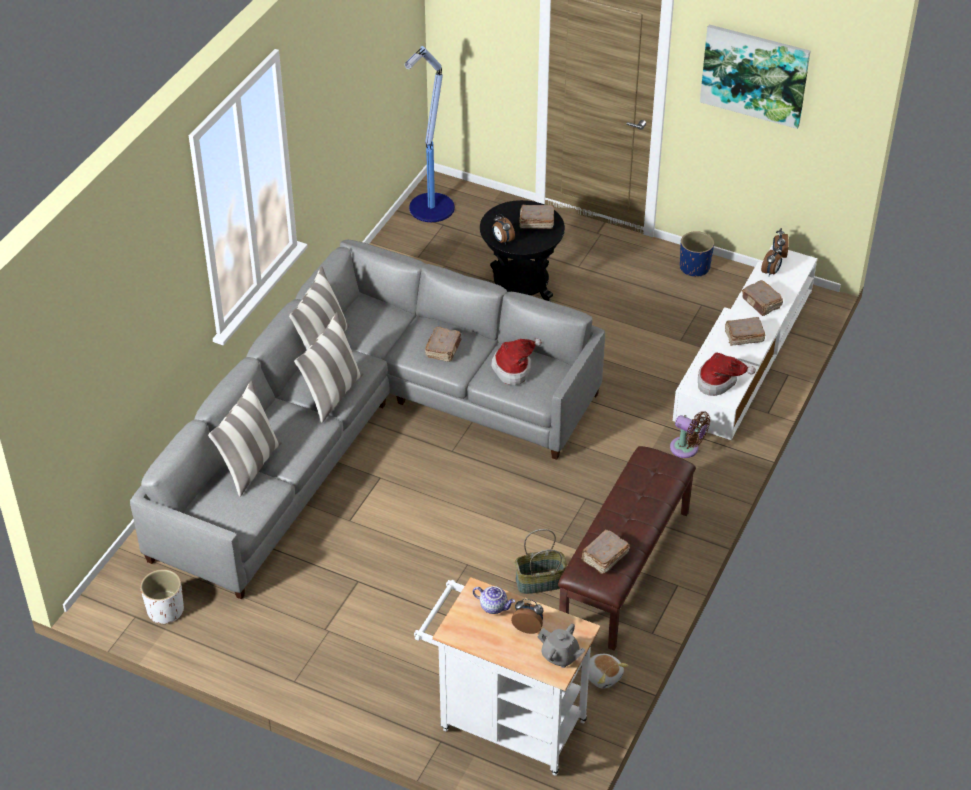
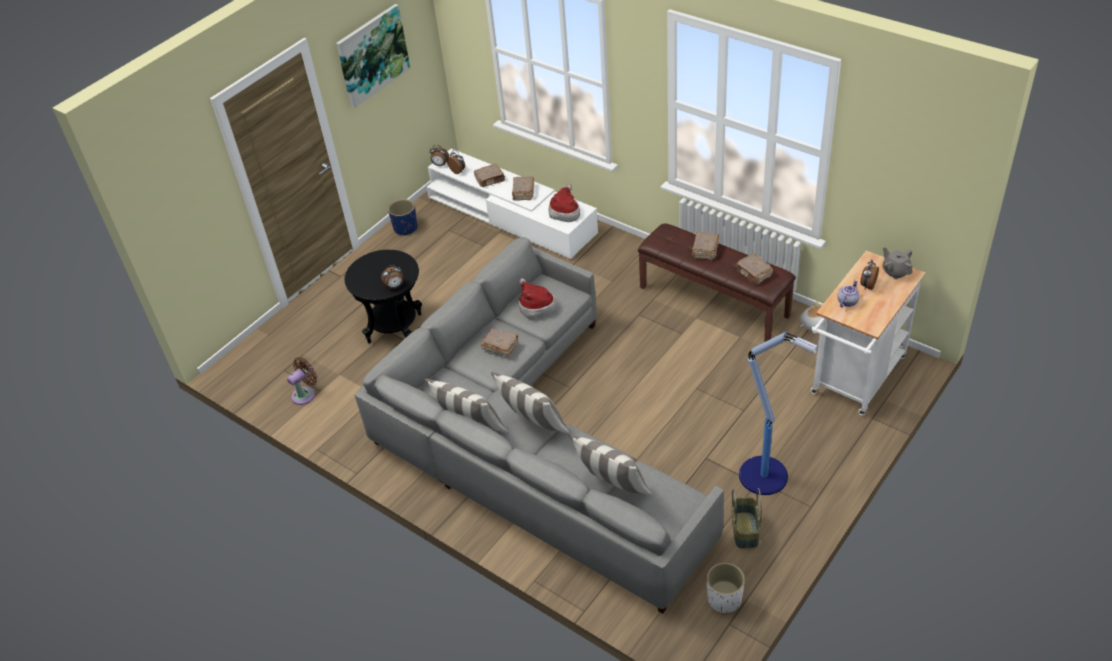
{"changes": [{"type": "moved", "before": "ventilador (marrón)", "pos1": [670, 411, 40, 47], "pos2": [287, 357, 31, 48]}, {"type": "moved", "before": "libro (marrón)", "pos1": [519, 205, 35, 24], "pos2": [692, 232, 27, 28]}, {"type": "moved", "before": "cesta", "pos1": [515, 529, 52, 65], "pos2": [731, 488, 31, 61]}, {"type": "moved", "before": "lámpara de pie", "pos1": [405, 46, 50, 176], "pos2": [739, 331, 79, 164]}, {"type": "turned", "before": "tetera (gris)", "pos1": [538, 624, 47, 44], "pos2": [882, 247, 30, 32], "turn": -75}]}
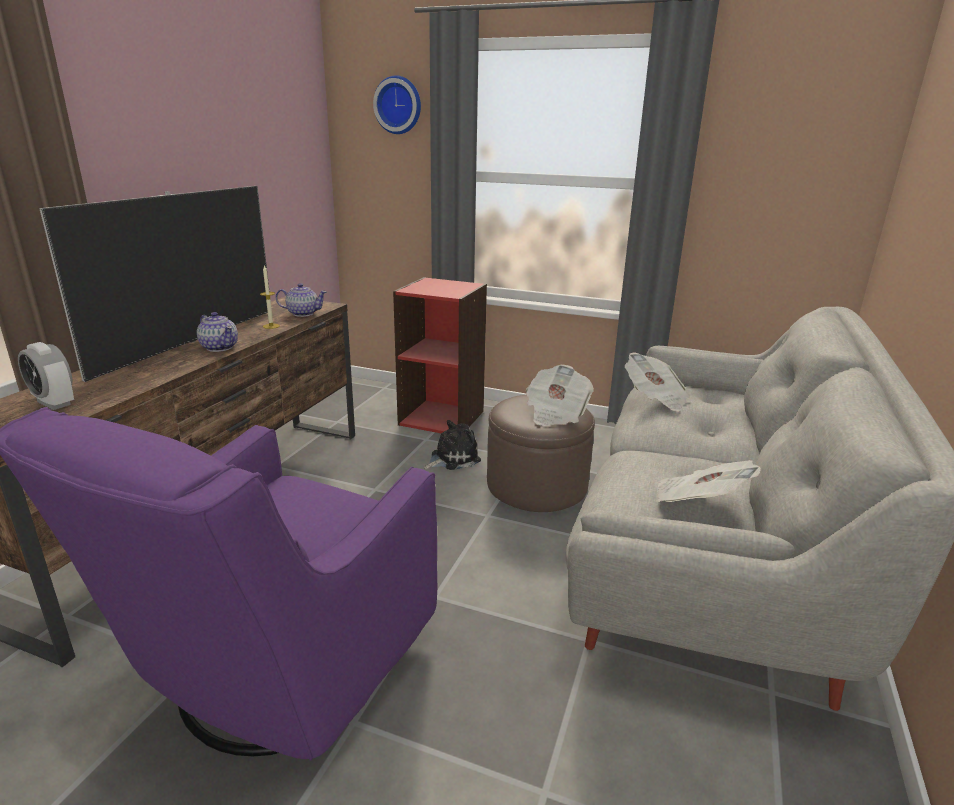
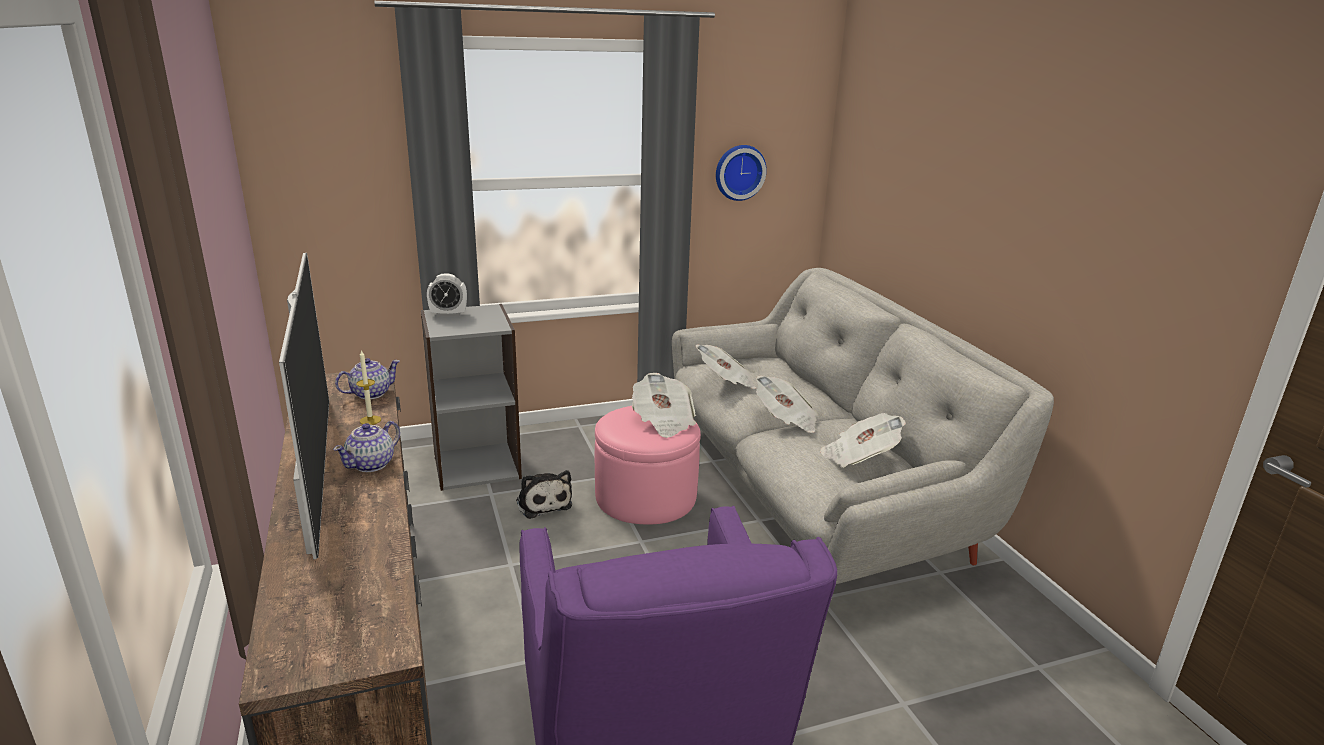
{"changes": [{"type": "turned", "before": "tetera", "pos1": [197, 312, 41, 40], "pos2": [333, 421, 67, 51], "turn": 120}, {"type": "recoloured", "before": "estantería (rojo)", "after": "estantería (gris)", "pos1": [393, 277, 94, 157], "pos2": [421, 304, 101, 187]}, {"type": "moved", "before": "despertador", "pos1": [18, 342, 56, 68], "pos2": [427, 274, 40, 43]}, {"type": "turned", "before": "peluche", "pos1": [424, 420, 57, 50], "pos2": [516, 470, 56, 49], "turn": 135}, {"type": "recoloured", "before": "puf (marrón)", "after": "puf (rosa)", "pos1": [487, 395, 108, 117], "pos2": [595, 406, 106, 118]}, {"type": "moved", "before": "reloj de pared", "pos1": [373, 75, 48, 59], "pos2": [716, 145, 51, 56]}, {"type": "added", "after": "periódico", "pos2": [756, 375, 61, 58]}]}
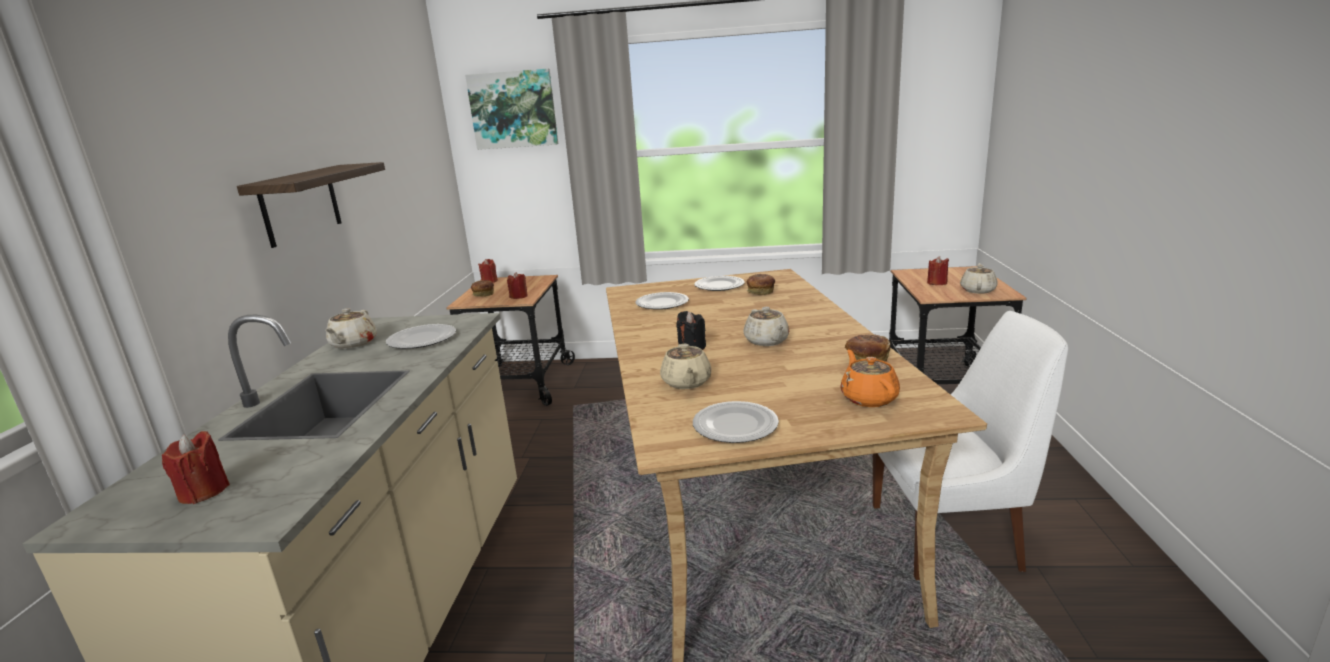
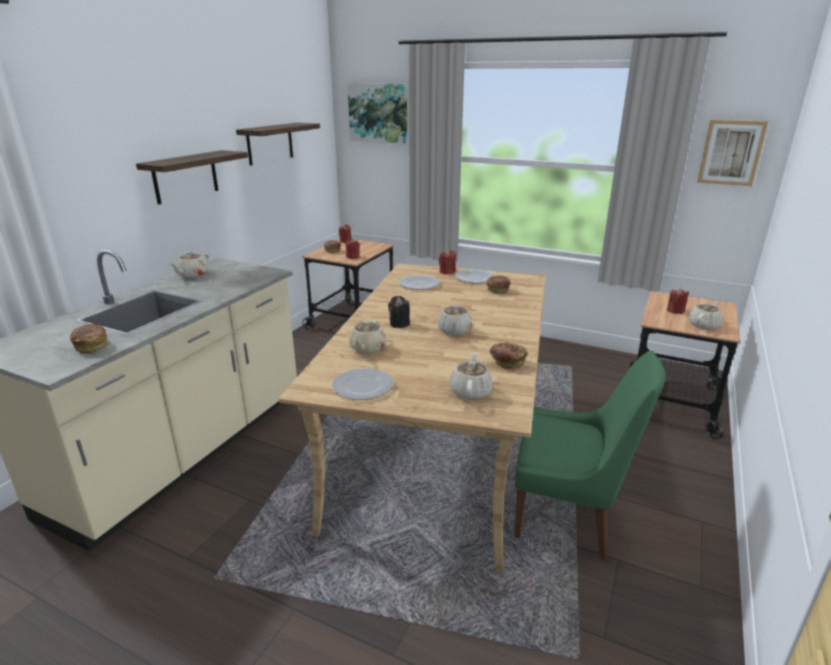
{"changes": [{"type": "added", "after": "pan", "pos2": [70, 324, 39, 29]}, {"type": "added", "after": "estante", "pos2": [236, 123, 84, 43]}, {"type": "moved", "before": "vela (rojo)", "pos1": [162, 431, 68, 73], "pos2": [439, 249, 17, 25]}, {"type": "recoloured", "before": "tetera (naranja)", "after": "tetera (beis)", "pos1": [840, 350, 60, 57], "pos2": [449, 352, 44, 48]}, {"type": "recoloured", "before": "silla (blanco)", "after": "silla (verde)", "pos1": [873, 311, 195, 269], "pos2": [514, 350, 151, 211]}, {"type": "added", "after": "cuadro", "pos2": [697, 120, 71, 66]}, {"type": "removed", "before": "plato", "pos1": [386, 324, 70, 25]}]}
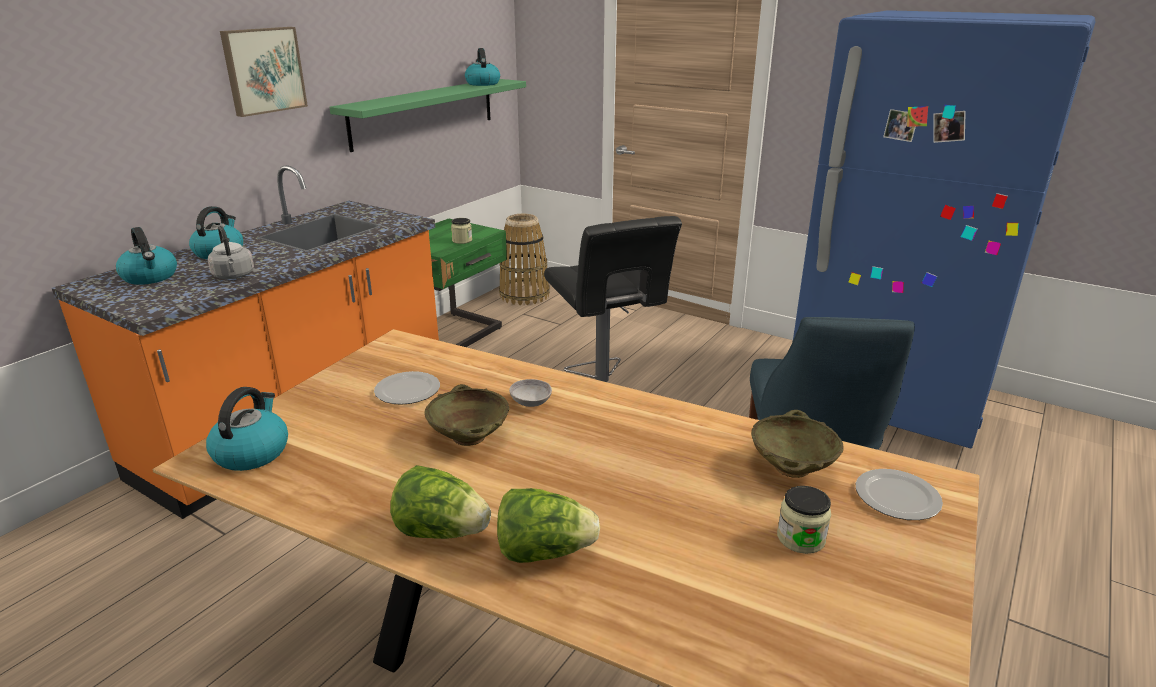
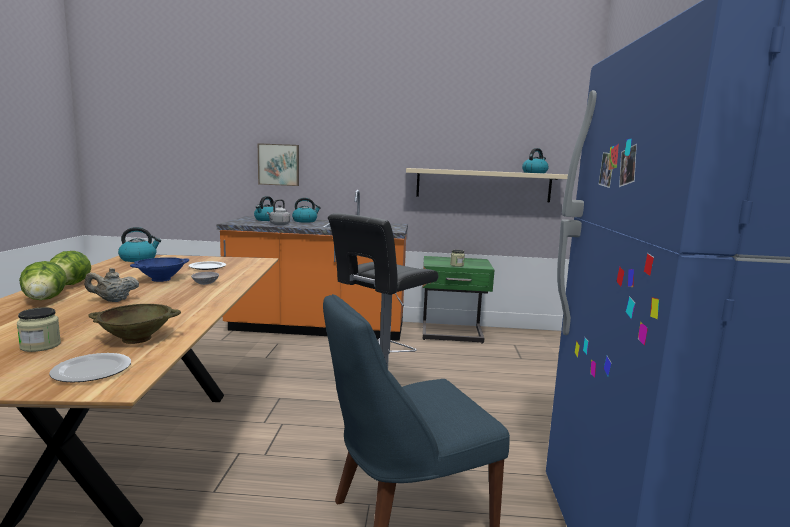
{"changes": [{"type": "added", "after": "tetera (beis)", "pos2": [84, 268, 55, 34]}, {"type": "recoloured", "before": "cuenco (beis)", "after": "cuenco (azul)", "pos1": [424, 384, 85, 62], "pos2": [130, 257, 59, 25]}, {"type": "moved", "before": "cuadro", "pos1": [220, 27, 88, 90], "pos2": [258, 143, 41, 43]}, {"type": "recoloured", "before": "estante (verde)", "after": "estante (beis)", "pos1": [329, 79, 197, 73], "pos2": [406, 168, 162, 34]}, {"type": "removed", "before": "cesta", "pos1": [499, 214, 51, 91]}]}
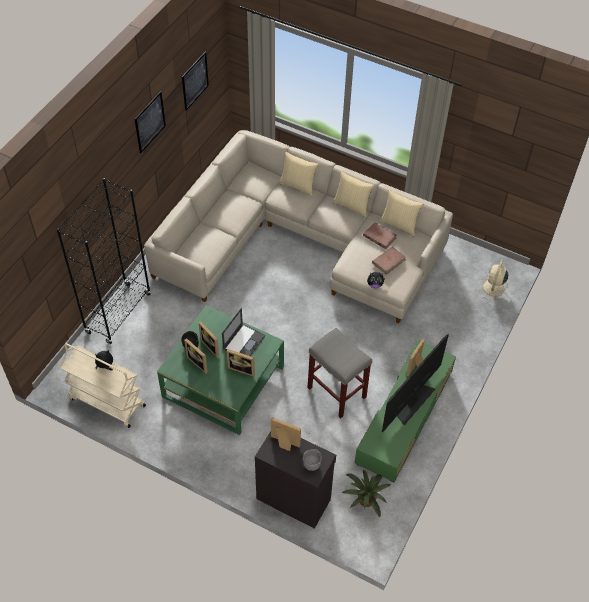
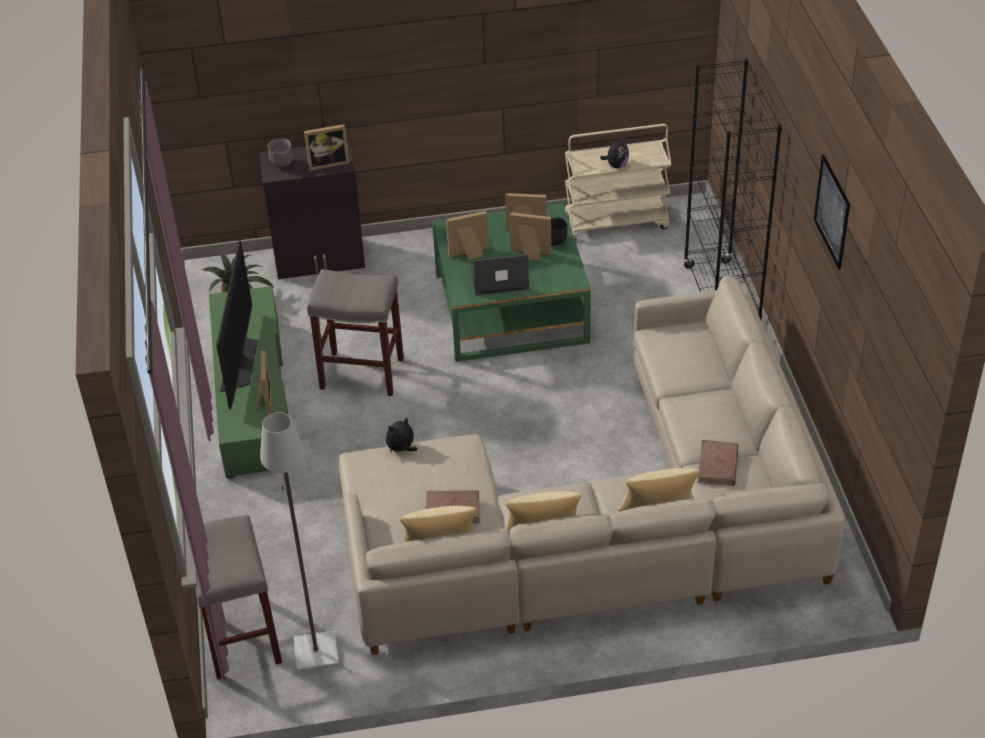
{"changes": [{"type": "replaced", "before": "ventilador (beis)", "after": "taburete (gris)", "pos1": [478, 259, 31, 42], "pos2": [195, 515, 87, 164]}, {"type": "added", "after": "lámpara de pie (gris)", "pos2": [260, 412, 79, 261]}, {"type": "turned", "before": "portátil", "pos1": [222, 308, 43, 48], "pos2": [470, 254, 59, 41], "turn": 90}, {"type": "moved", "before": "libro (marrón)", "pos1": [372, 246, 34, 29], "pos2": [697, 440, 41, 46]}, {"type": "removed", "before": "cuadro", "pos1": [182, 51, 27, 60]}]}
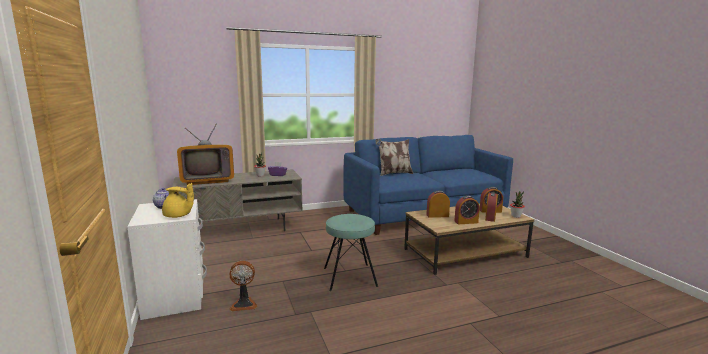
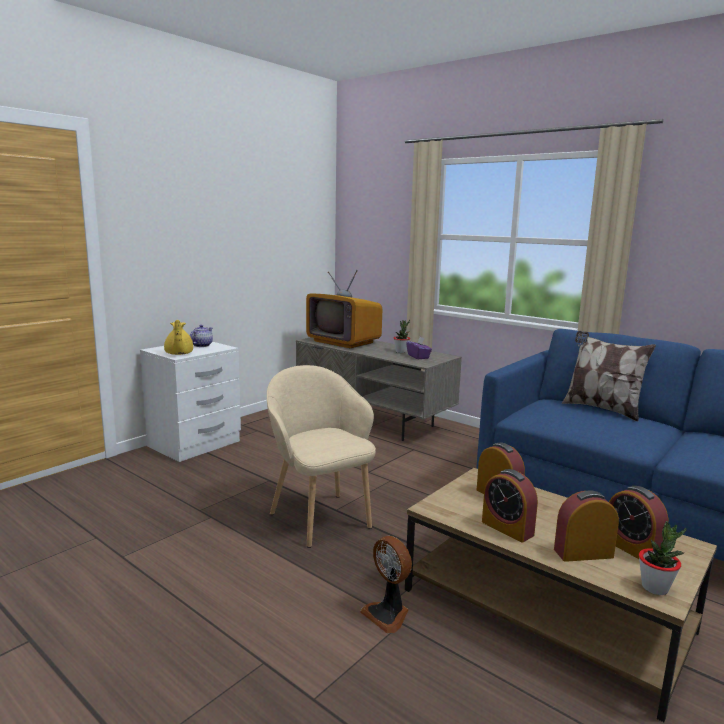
{"changes": [{"type": "replaced", "before": "taburete (turquesa)", "after": "sillón (beis)", "pos1": [324, 214, 54, 77], "pos2": [267, 365, 109, 183]}, {"type": "moved", "before": "ventilador", "pos1": [230, 261, 27, 50], "pos2": [360, 536, 52, 97]}]}
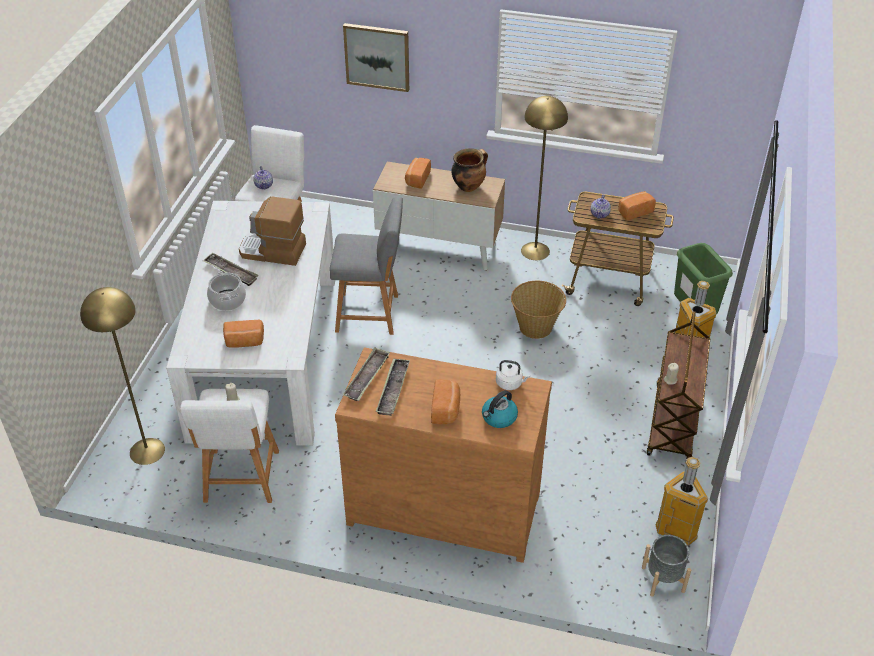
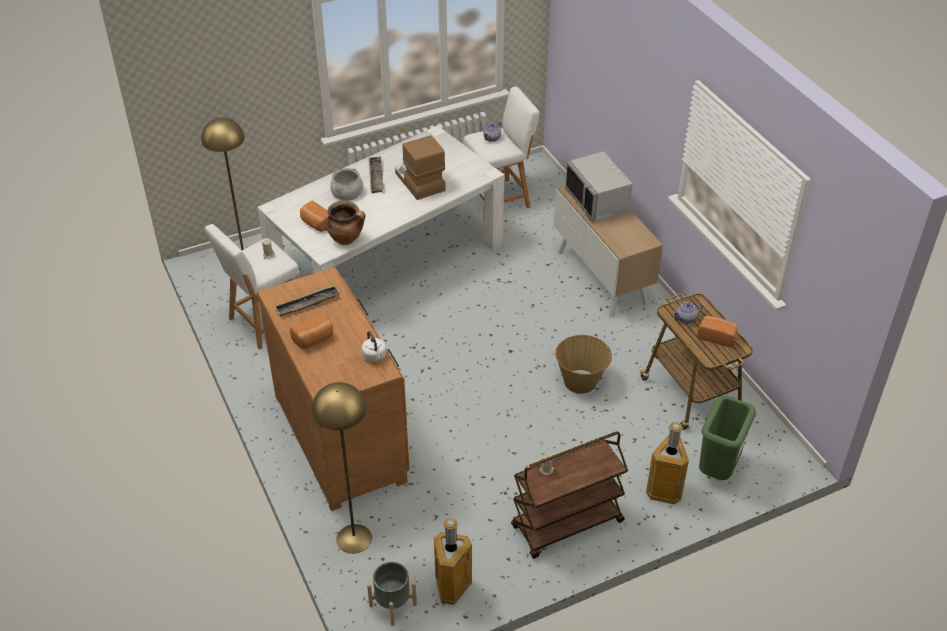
{"changes": [{"type": "moved", "before": "lámpara de pie (amarillo)", "pos1": [521, 96, 47, 164], "pos2": [312, 382, 60, 172]}, {"type": "moved", "before": "olla", "pos1": [452, 148, 36, 44], "pos2": [326, 201, 39, 44]}, {"type": "replaced", "before": "pan", "after": "microondas (gris)", "pos1": [405, 158, 26, 31], "pos2": [565, 151, 68, 72]}, {"type": "removed", "before": "taburete (gris)", "pos1": [330, 196, 73, 139]}, {"type": "removed", "before": "cuadro", "pos1": [343, 23, 66, 69]}, {"type": "removed", "before": "bandeja", "pos1": [343, 347, 47, 54]}, {"type": "removed", "before": "hervidor", "pos1": [482, 390, 36, 38]}]}
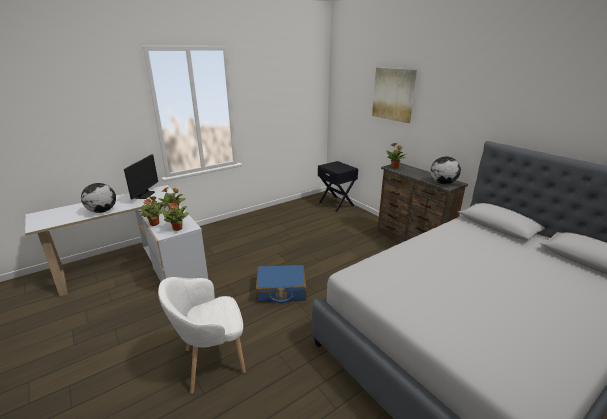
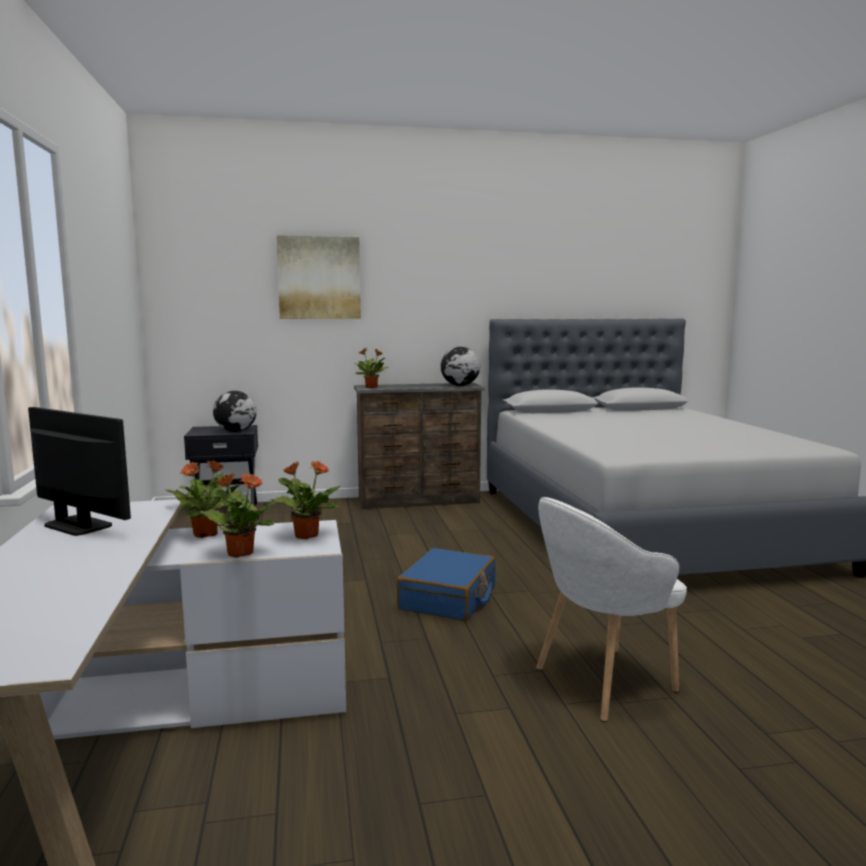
{"changes": [{"type": "moved", "before": "globo terráqueo", "pos1": [81, 183, 35, 30], "pos2": [213, 391, 44, 41]}, {"type": "turned", "before": "sillón (blanco)", "pos1": [158, 277, 88, 117], "pos2": [536, 497, 151, 225], "turn": 60}]}
